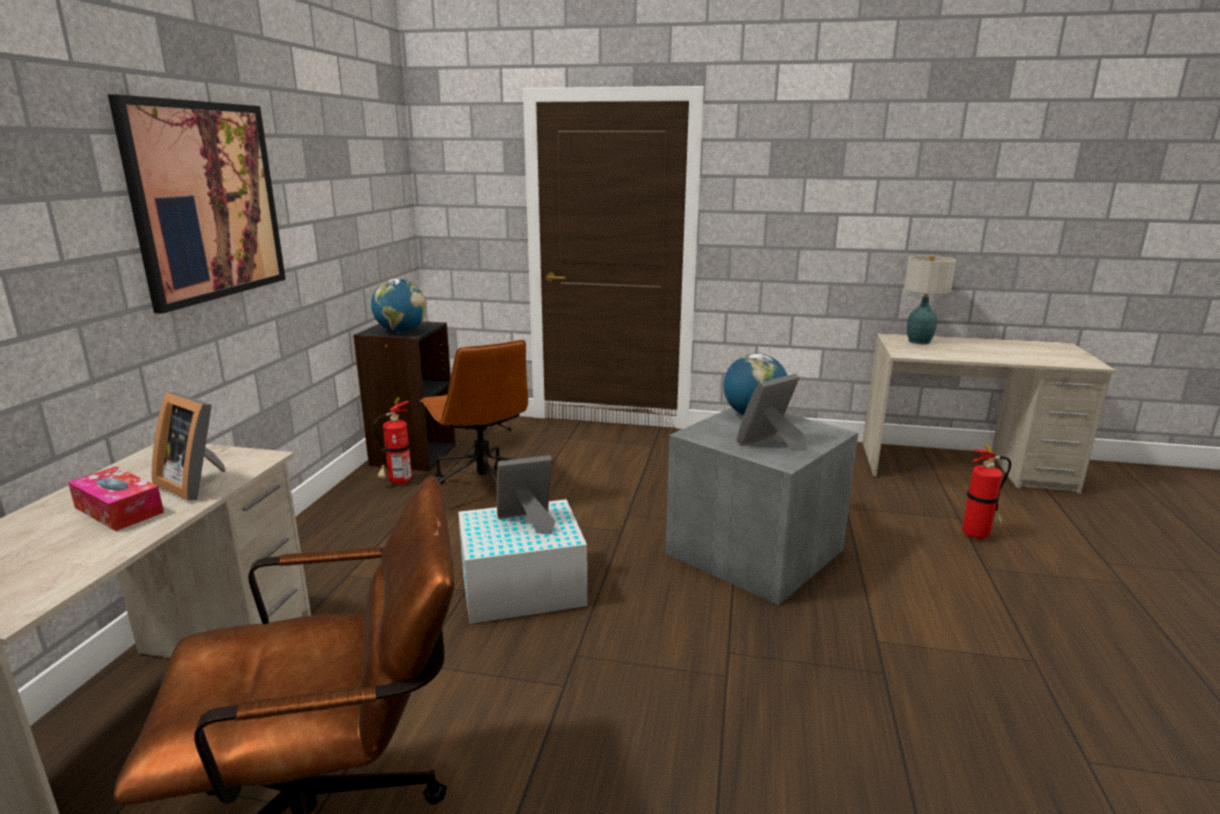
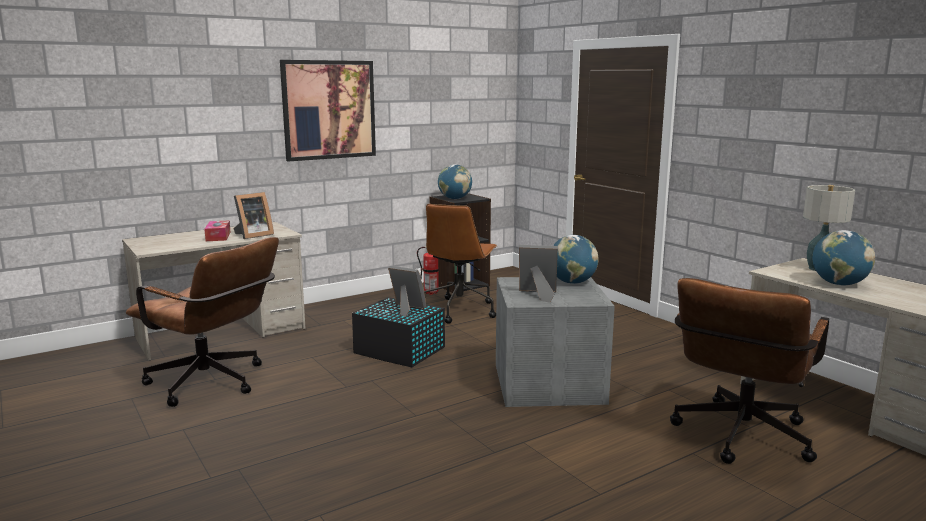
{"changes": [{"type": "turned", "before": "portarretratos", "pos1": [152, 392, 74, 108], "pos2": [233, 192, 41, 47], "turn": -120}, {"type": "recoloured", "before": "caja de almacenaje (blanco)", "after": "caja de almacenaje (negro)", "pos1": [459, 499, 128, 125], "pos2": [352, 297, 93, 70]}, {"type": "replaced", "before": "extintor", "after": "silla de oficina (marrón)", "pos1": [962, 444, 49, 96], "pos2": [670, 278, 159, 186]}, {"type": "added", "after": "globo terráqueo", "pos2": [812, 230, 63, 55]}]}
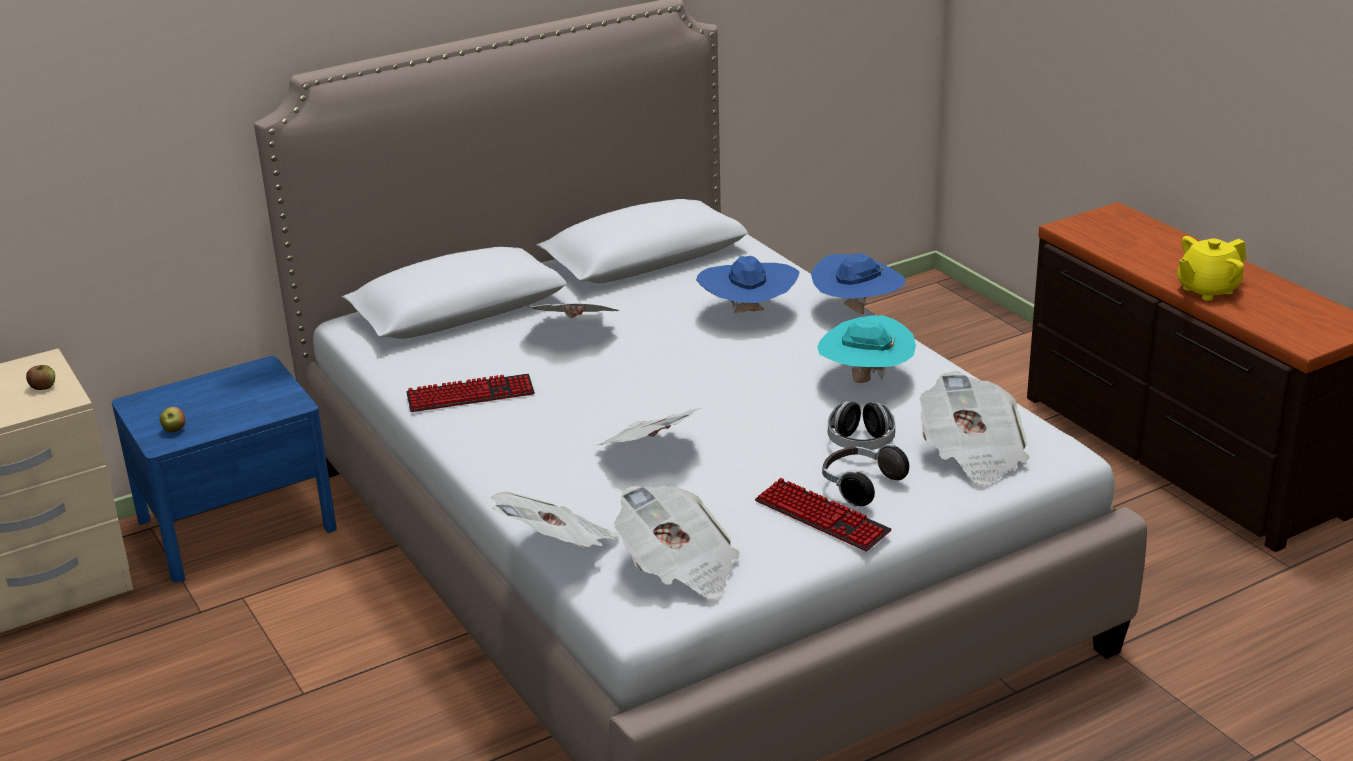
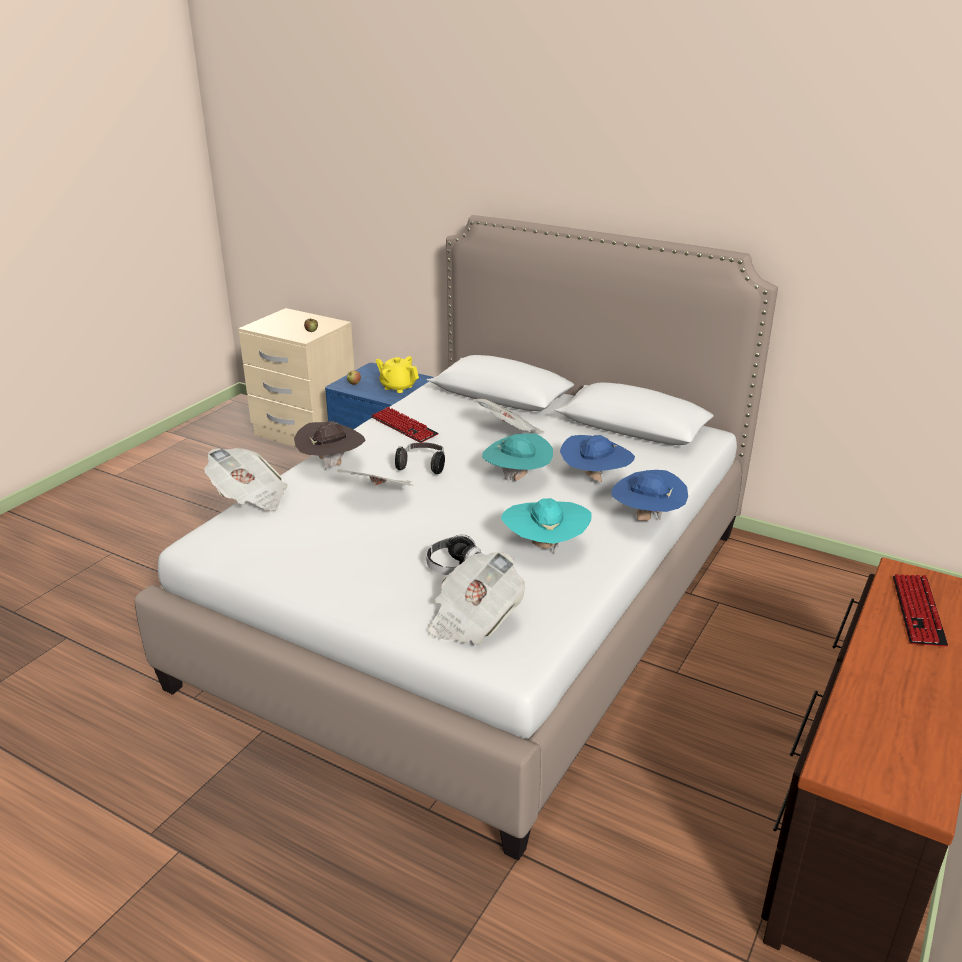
{"changes": [{"type": "added", "after": "sombrero (marrón)", "pos2": [294, 421, 72, 49]}, {"type": "moved", "before": "tetera (amarillo)", "pos1": [1177, 236, 69, 65], "pos2": [376, 356, 43, 37]}, {"type": "moved", "before": "auriculares", "pos1": [822, 444, 87, 63], "pos2": [395, 443, 50, 31]}, {"type": "added", "after": "sombrero (turquesa)", "pos2": [482, 433, 71, 48]}, {"type": "moved", "before": "teclado", "pos1": [755, 478, 137, 73], "pos2": [893, 574, 55, 72]}, {"type": "removed", "before": "periódico", "pos1": [614, 485, 126, 114]}]}
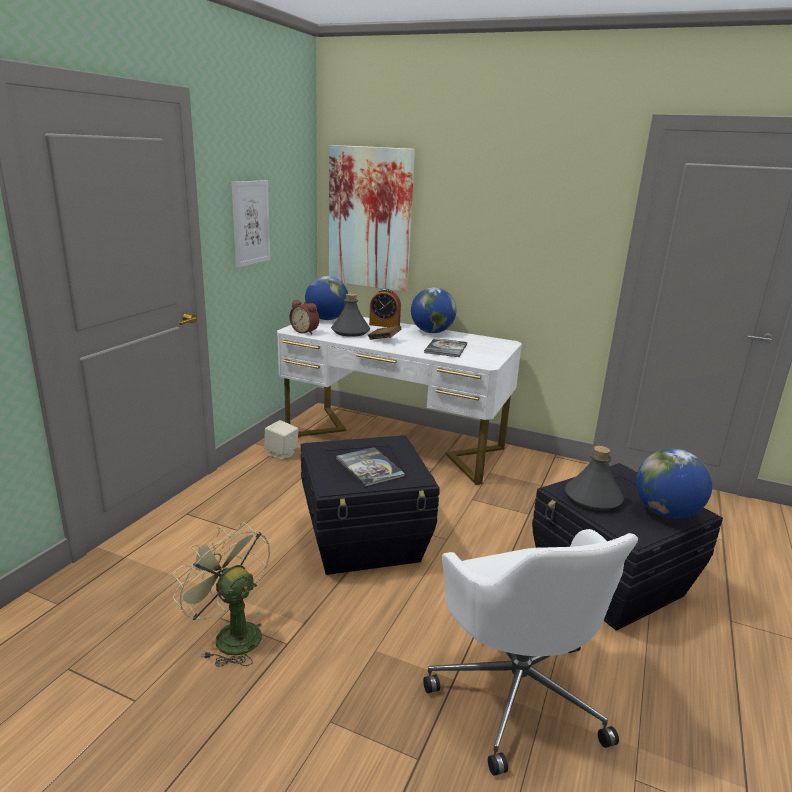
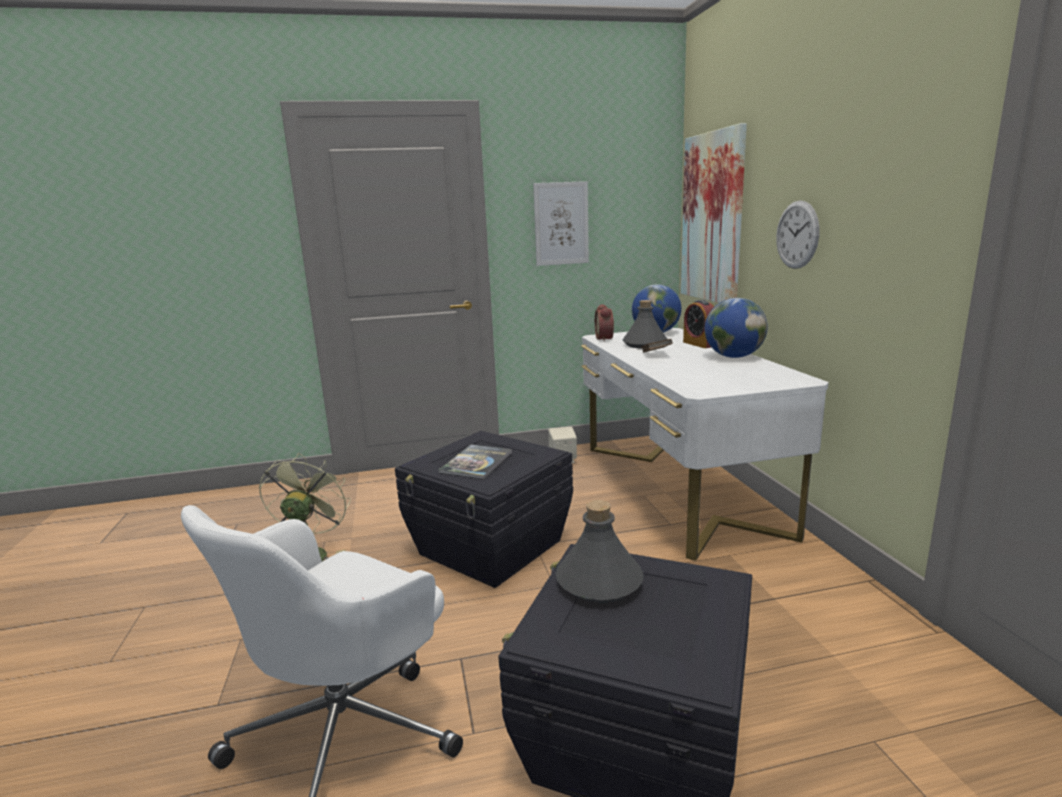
{"changes": [{"type": "added", "after": "reloj de pared", "pos2": [776, 200, 43, 69]}, {"type": "removed", "before": "libro", "pos1": [424, 338, 43, 19]}, {"type": "removed", "before": "globo terráqueo", "pos1": [636, 448, 76, 71]}]}
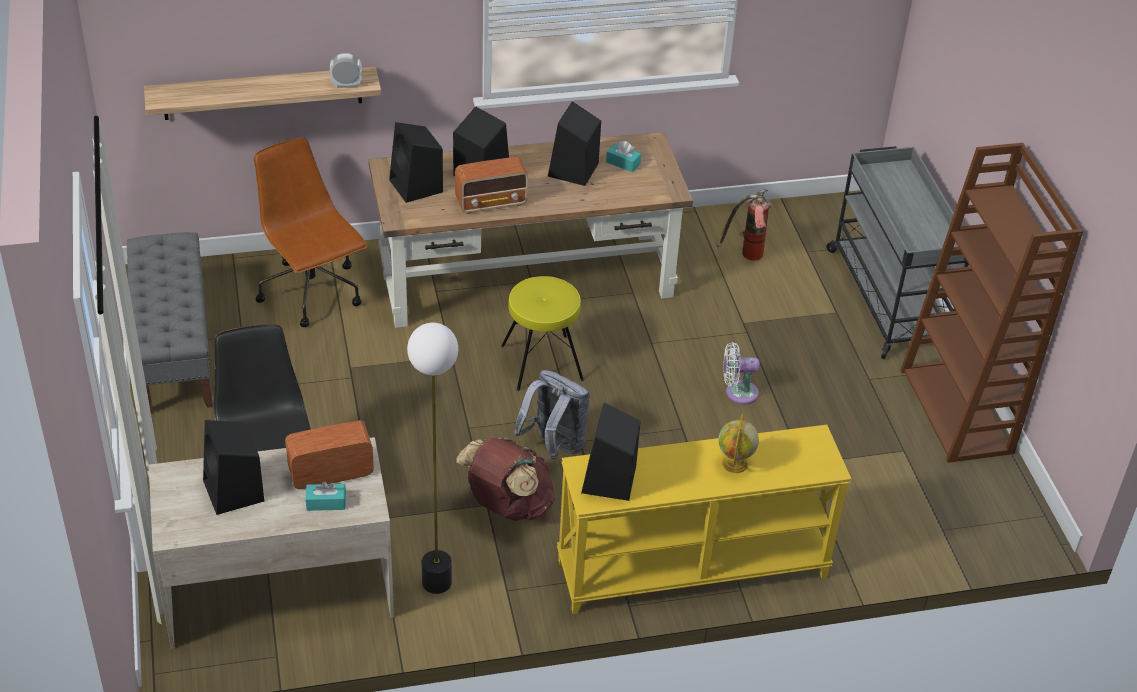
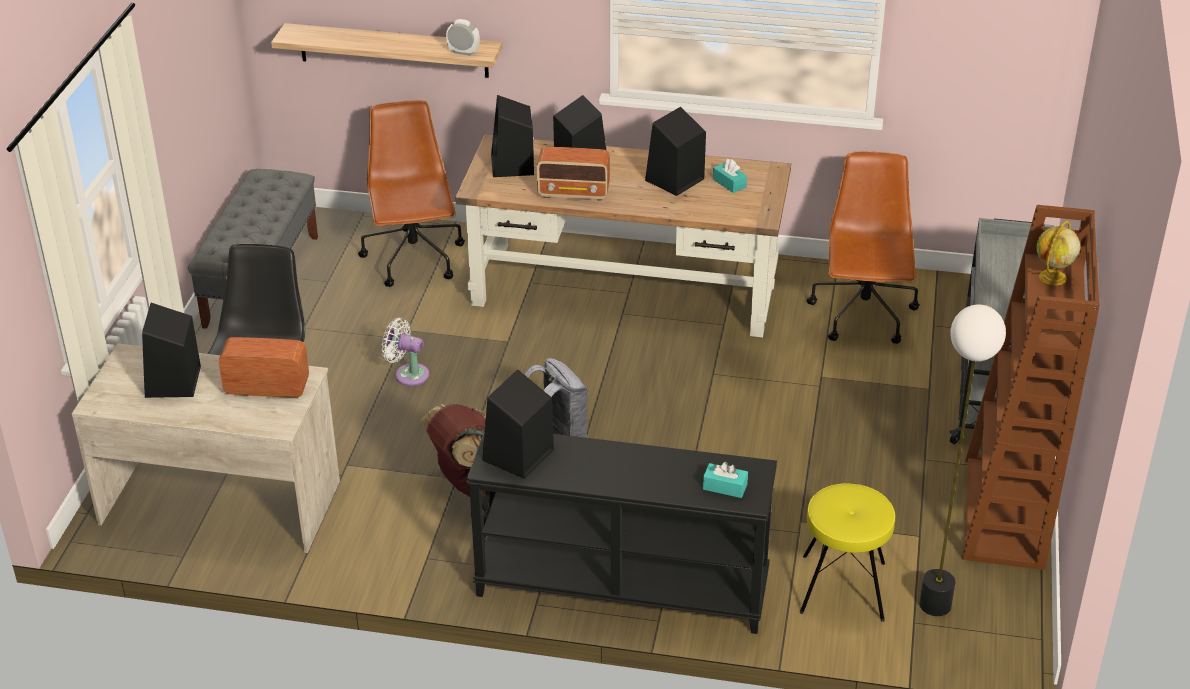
{"changes": [{"type": "moved", "before": "ventilador (blanco)", "pos1": [724, 342, 36, 63], "pos2": [382, 318, 47, 68]}, {"type": "recoloured", "before": "mesa consola (amarillo)", "after": "mesa consola (negro)", "pos1": [557, 425, 294, 189], "pos2": [467, 430, 310, 204]}, {"type": "moved", "before": "caja de pañuelos (turquesa)", "pos1": [306, 481, 40, 30], "pos2": [703, 462, 45, 36]}, {"type": "moved", "before": "taburete (amarillo)", "pos1": [501, 276, 83, 115], "pos2": [800, 483, 95, 139]}, {"type": "replaced", "before": "extintor", "after": "silla de oficina (marrón)", "pos1": [716, 189, 56, 72], "pos2": [807, 151, 113, 193]}, {"type": "moved", "before": "lámpara de pie", "pos1": [407, 323, 51, 271], "pos2": [919, 305, 87, 311]}, {"type": "moved", "before": "globo terráqueo", "pos1": [718, 414, 41, 59], "pos2": [1037, 221, 43, 64]}]}
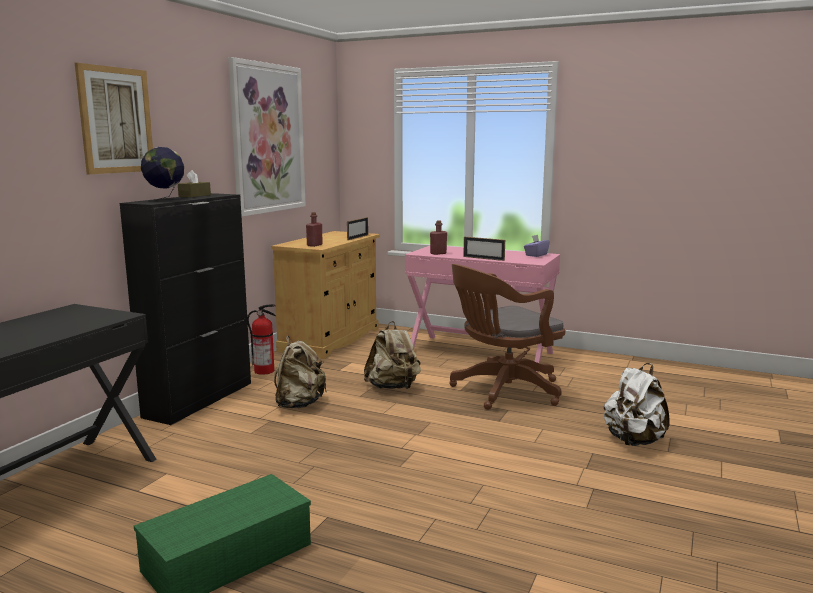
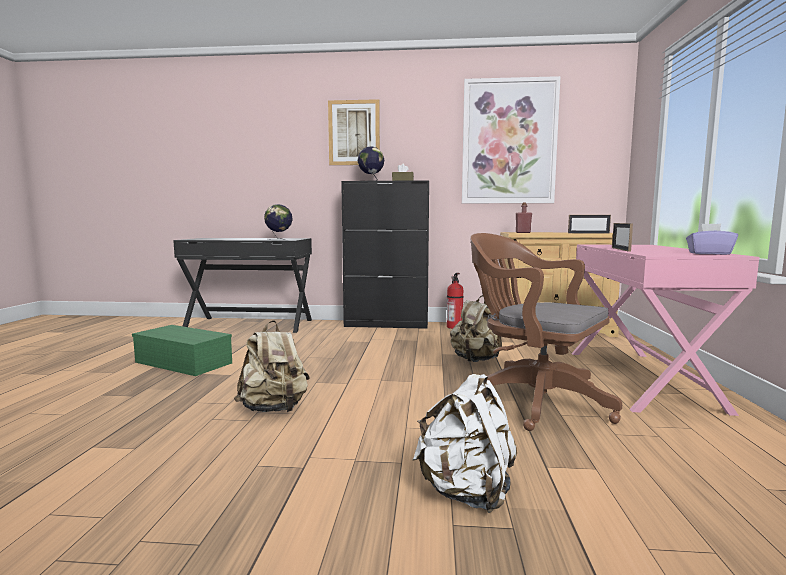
{"changes": [{"type": "moved", "before": "mochila (beis)", "pos1": [274, 335, 53, 73], "pos2": [234, 320, 76, 92]}, {"type": "added", "after": "globo terráqueo", "pos2": [264, 204, 29, 36]}, {"type": "removed", "before": "botella (rojo)", "pos1": [430, 220, 17, 35]}]}
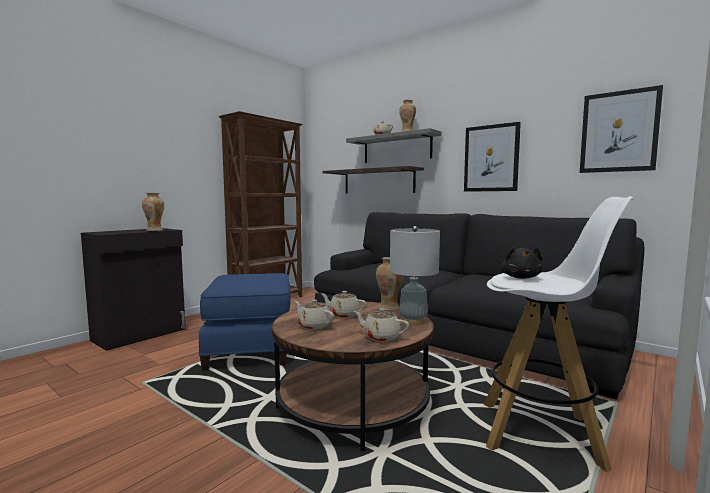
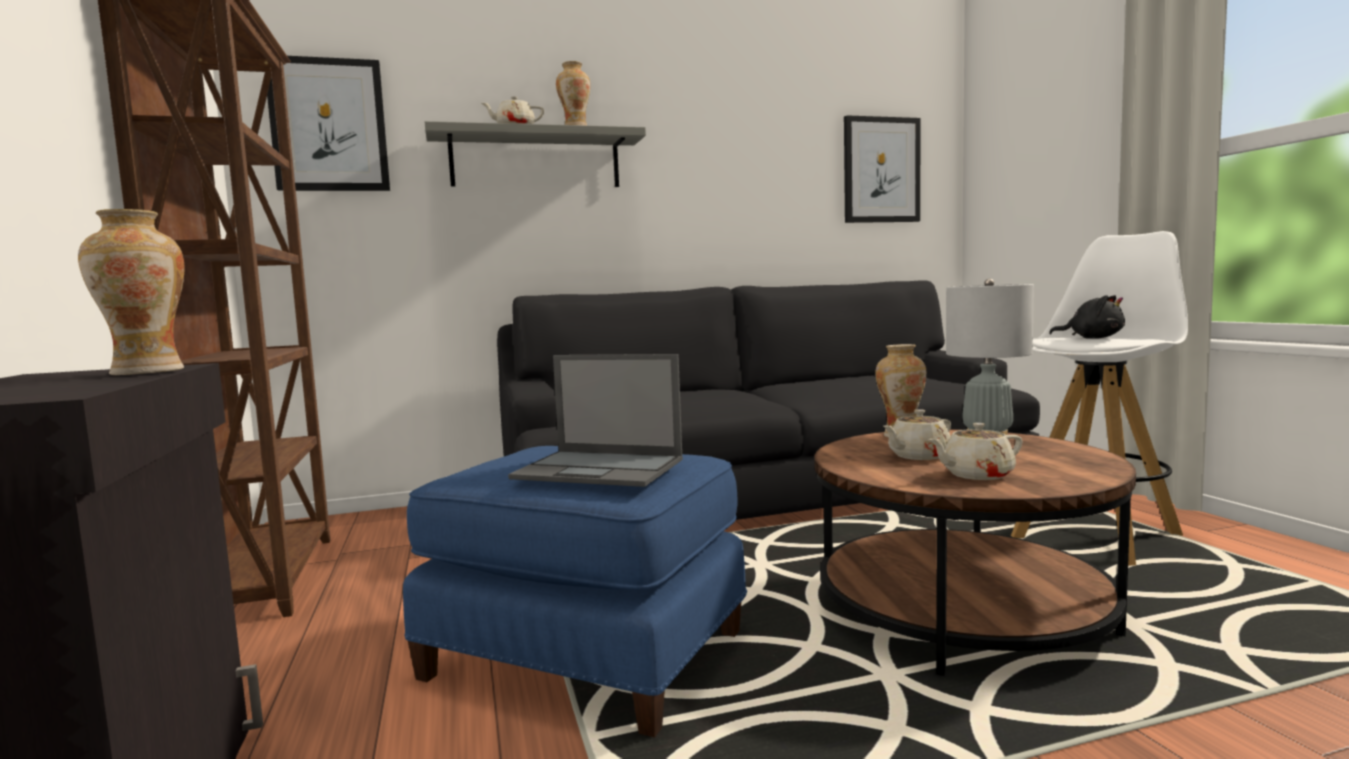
{"changes": [{"type": "moved", "before": "cuadro", "pos1": [464, 122, 57, 70], "pos2": [267, 56, 123, 135]}, {"type": "added", "after": "portátil", "pos2": [508, 354, 175, 133]}, {"type": "removed", "before": "estante", "pos1": [323, 166, 101, 28]}, {"type": "removed", "before": "tetera (beis)", "pos1": [354, 308, 55, 34]}]}
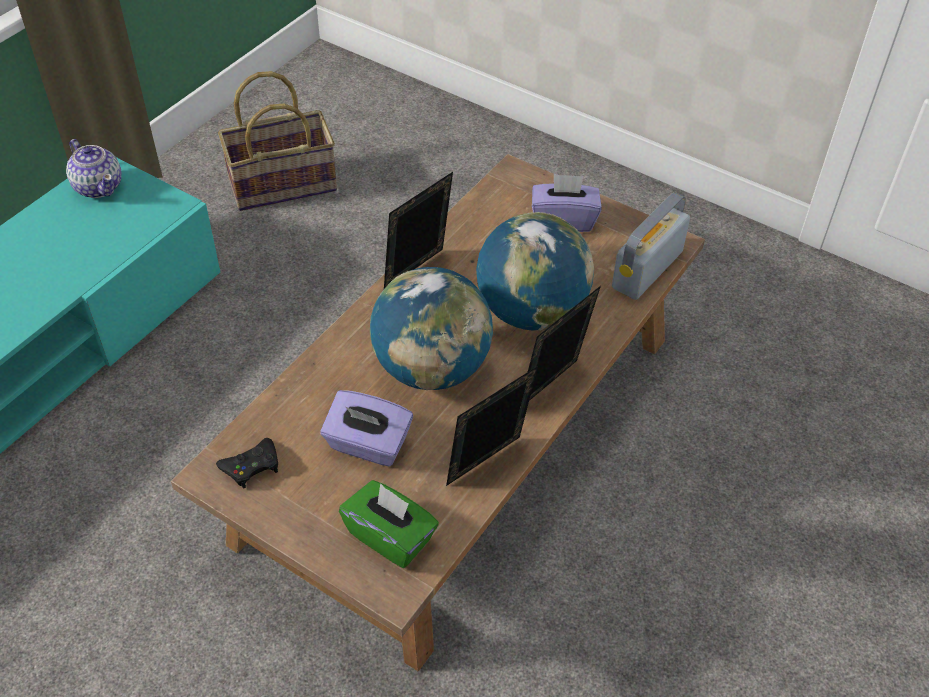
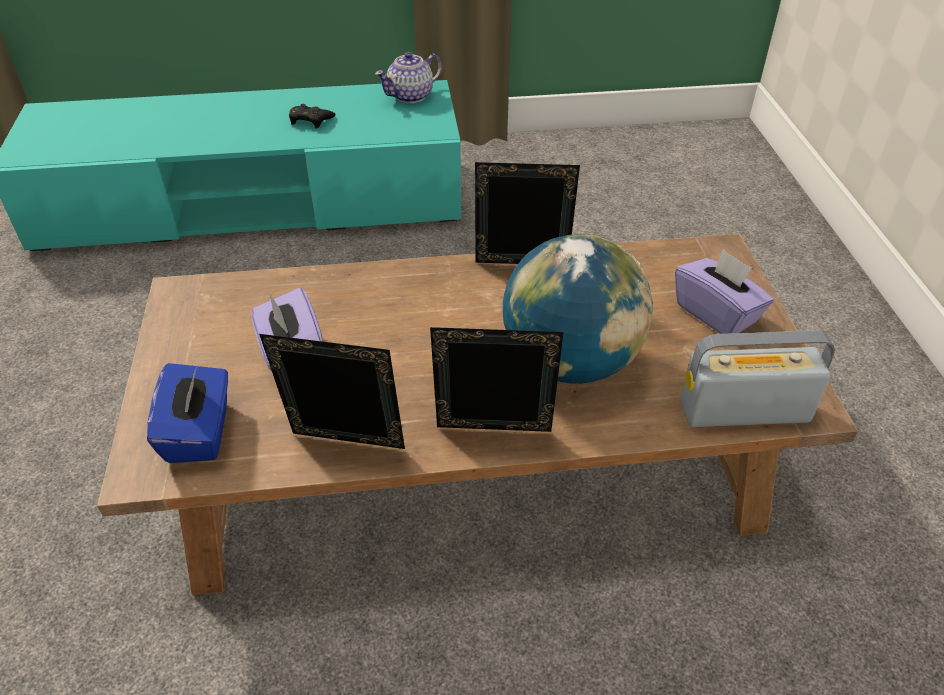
{"changes": [{"type": "recoloured", "before": "caja de pañuelos (verde)", "after": "caja de pañuelos (azul)", "pos1": [339, 480, 100, 88], "pos2": [147, 363, 81, 100]}, {"type": "moved", "before": "mando de consola (negro)", "pos1": [216, 438, 62, 51], "pos2": [289, 104, 46, 25]}, {"type": "turned", "before": "tetera", "pos1": [66, 139, 55, 59], "pos2": [375, 52, 67, 51], "turn": 45}, {"type": "removed", "before": "cesta", "pos1": [218, 71, 119, 140]}, {"type": "removed", "before": "globo terráqueo", "pos1": [370, 267, 123, 123]}]}
